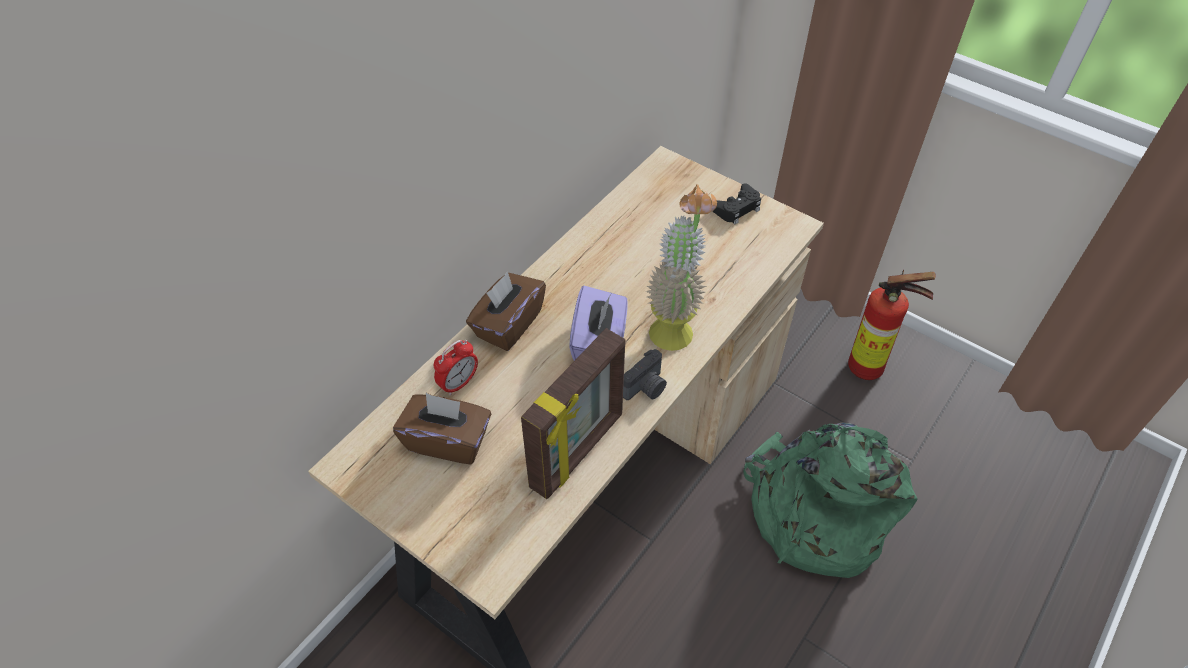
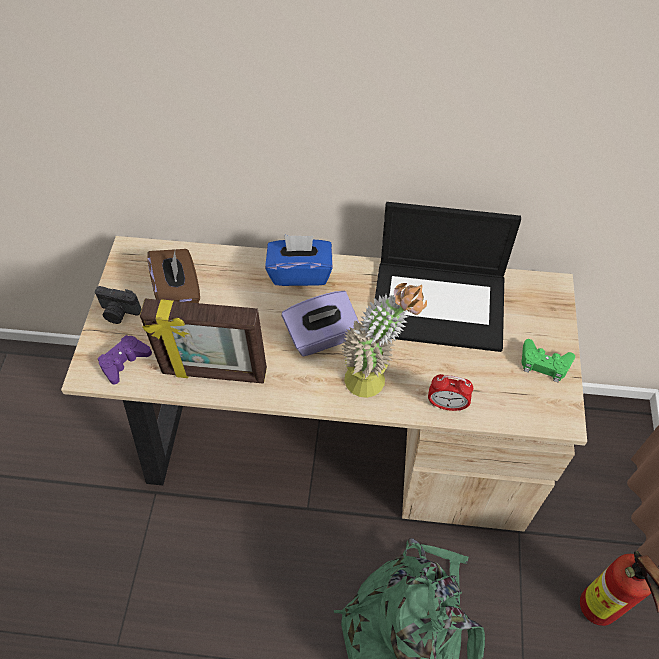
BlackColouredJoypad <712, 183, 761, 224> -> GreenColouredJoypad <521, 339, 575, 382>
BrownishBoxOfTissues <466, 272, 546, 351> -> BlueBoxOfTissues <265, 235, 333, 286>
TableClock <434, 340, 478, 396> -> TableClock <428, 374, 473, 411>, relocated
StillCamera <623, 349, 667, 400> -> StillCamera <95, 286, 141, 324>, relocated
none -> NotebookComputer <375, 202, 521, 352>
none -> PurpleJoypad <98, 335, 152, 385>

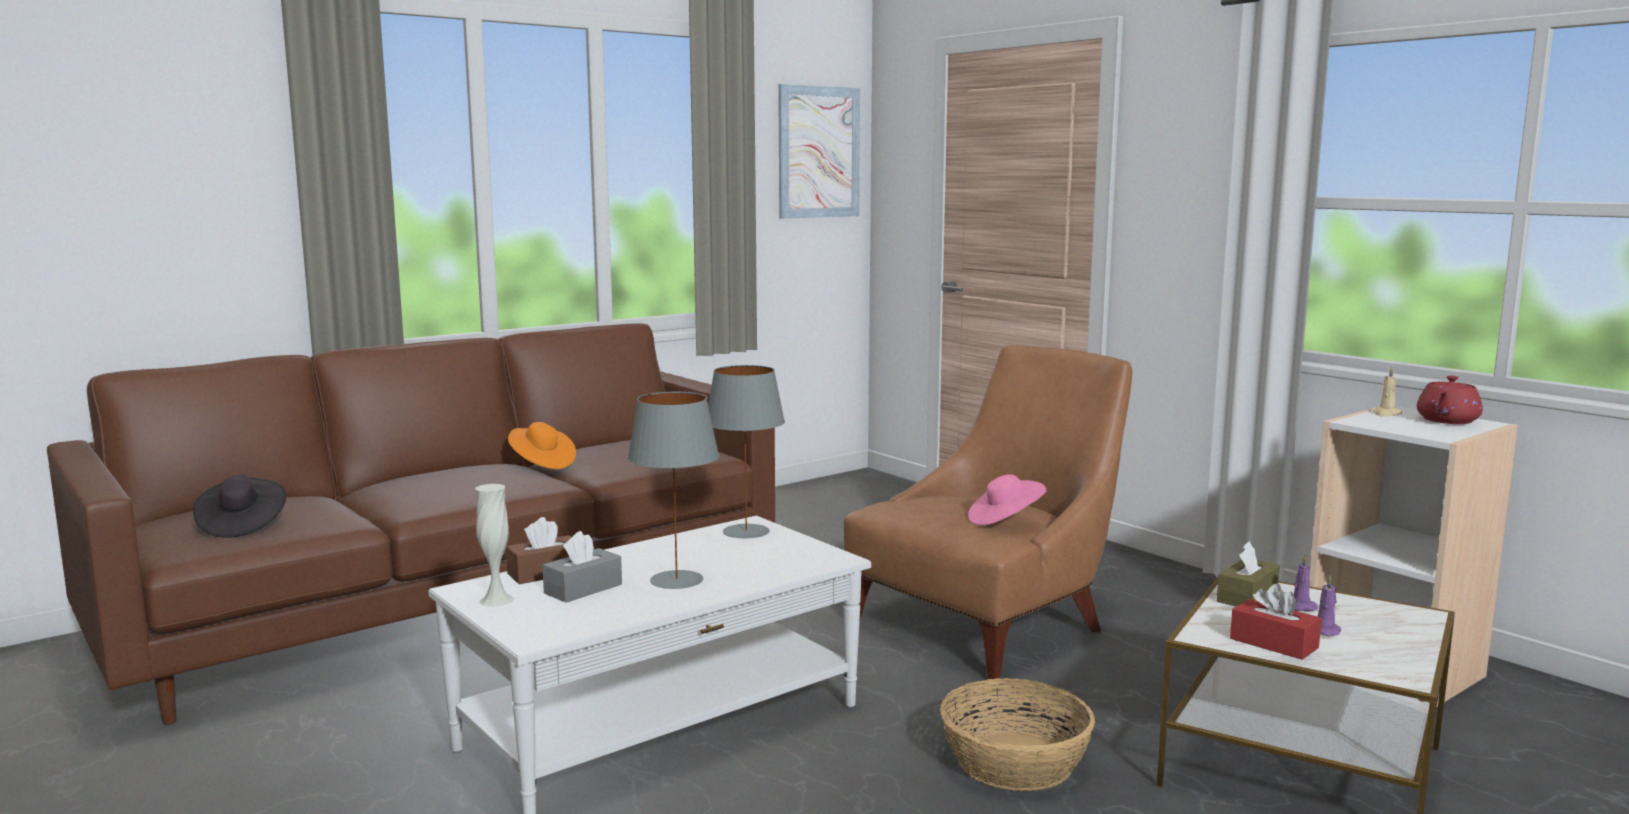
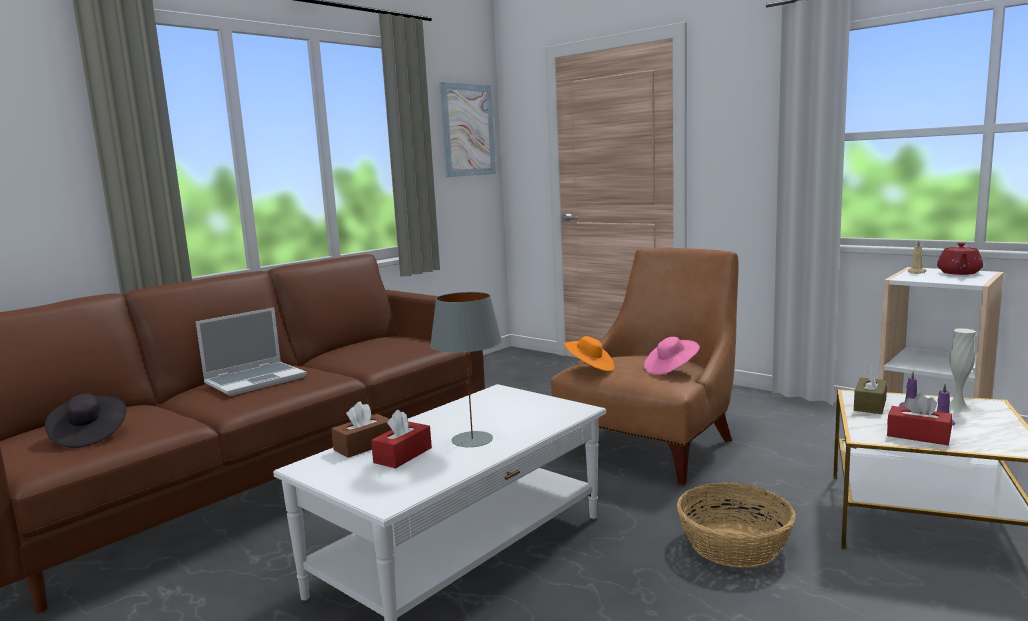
GrayTabletopLamp <708, 365, 785, 538> -> none
OrangeyClothingHat <508, 422, 576, 469> -> OrangeyClothingHat <564, 336, 614, 372>, relocated
WhiteDecorativeVase <475, 484, 514, 607> -> WhiteDecorativeVase <949, 328, 976, 412>, relocated
GrayBoxOfTissues <543, 531, 622, 603> -> RedColouredBoxOfTissues <371, 409, 432, 468>
none -> NotebookComputer <196, 308, 307, 396>

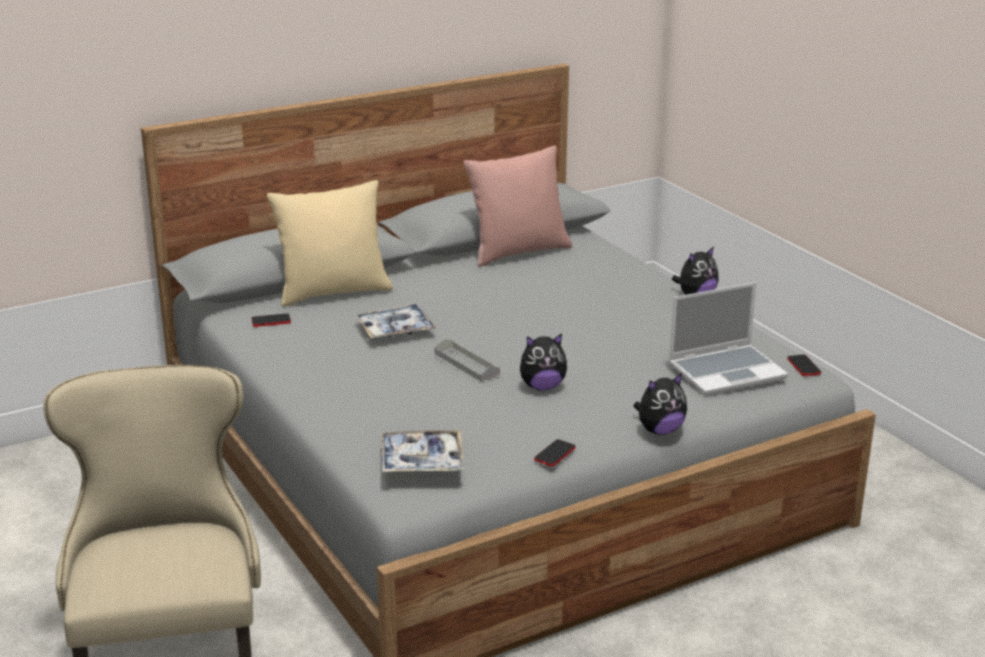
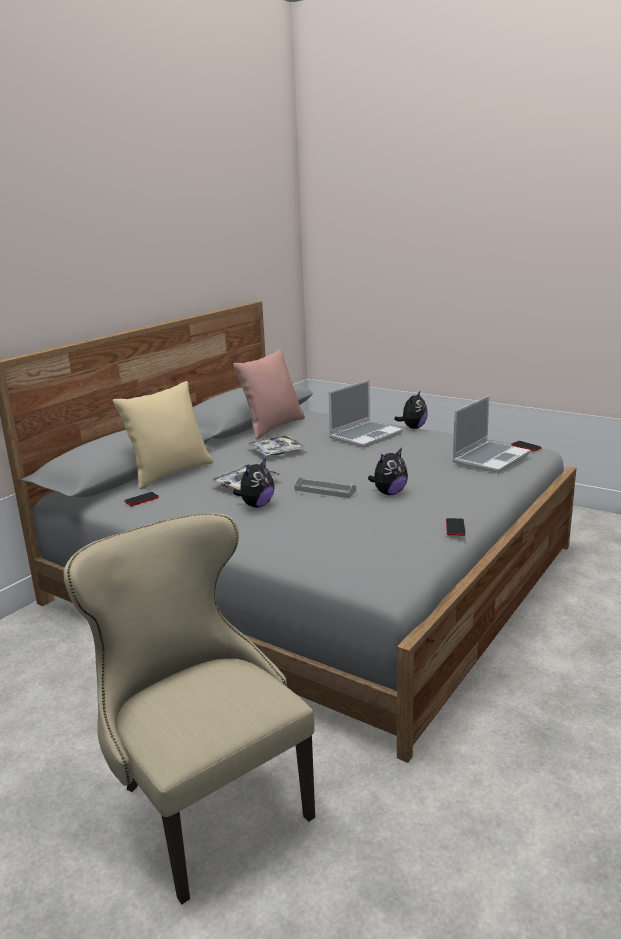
SoftToy <633, 373, 687, 435> -> SoftToy <233, 458, 275, 508>, relocated
Tray <381, 430, 464, 472> -> Tray <247, 435, 307, 456>, relocated
none -> NotebookComputer <328, 380, 403, 447>

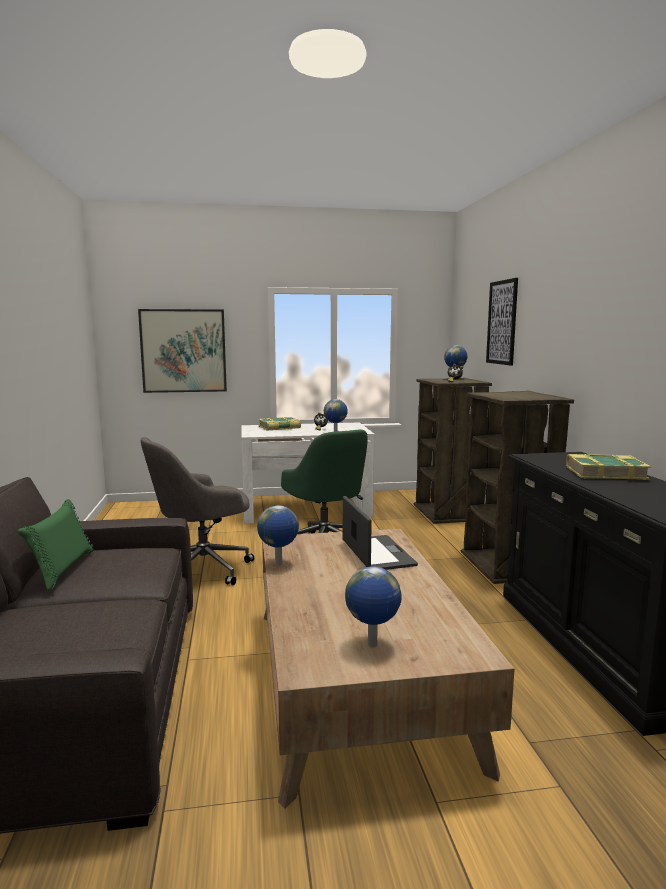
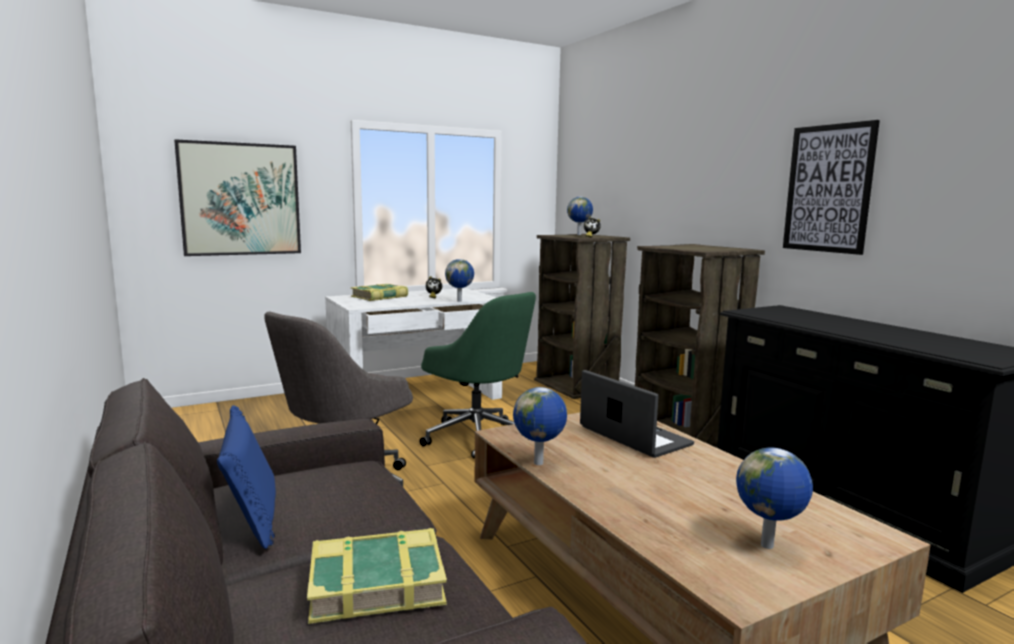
WallArt <486, 278, 518, 366> -> WallArt <783, 120, 880, 255>, relocated
Book <566, 454, 651, 480> -> Book <307, 528, 447, 624>, relocated
GreenColouredCushion <18, 499, 94, 591> -> BlueCushion <217, 405, 276, 549>

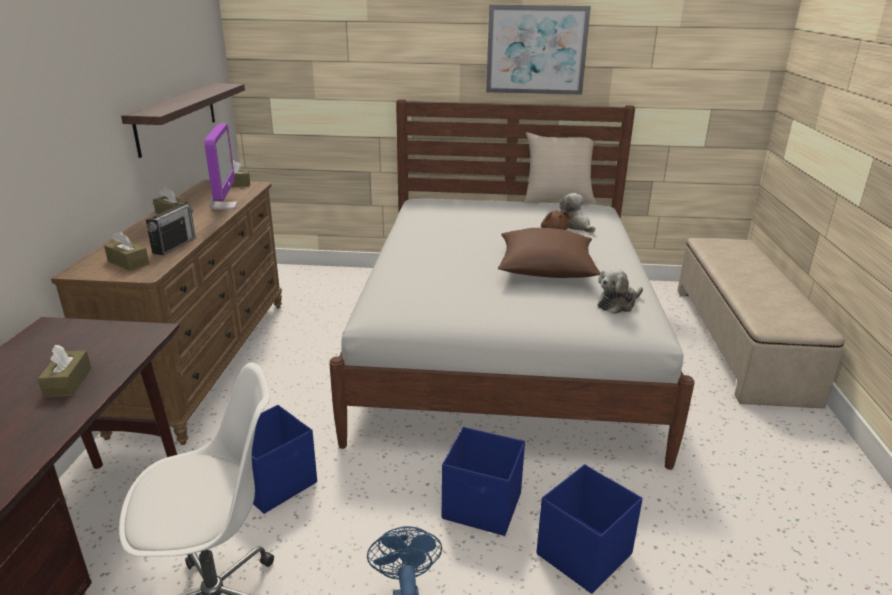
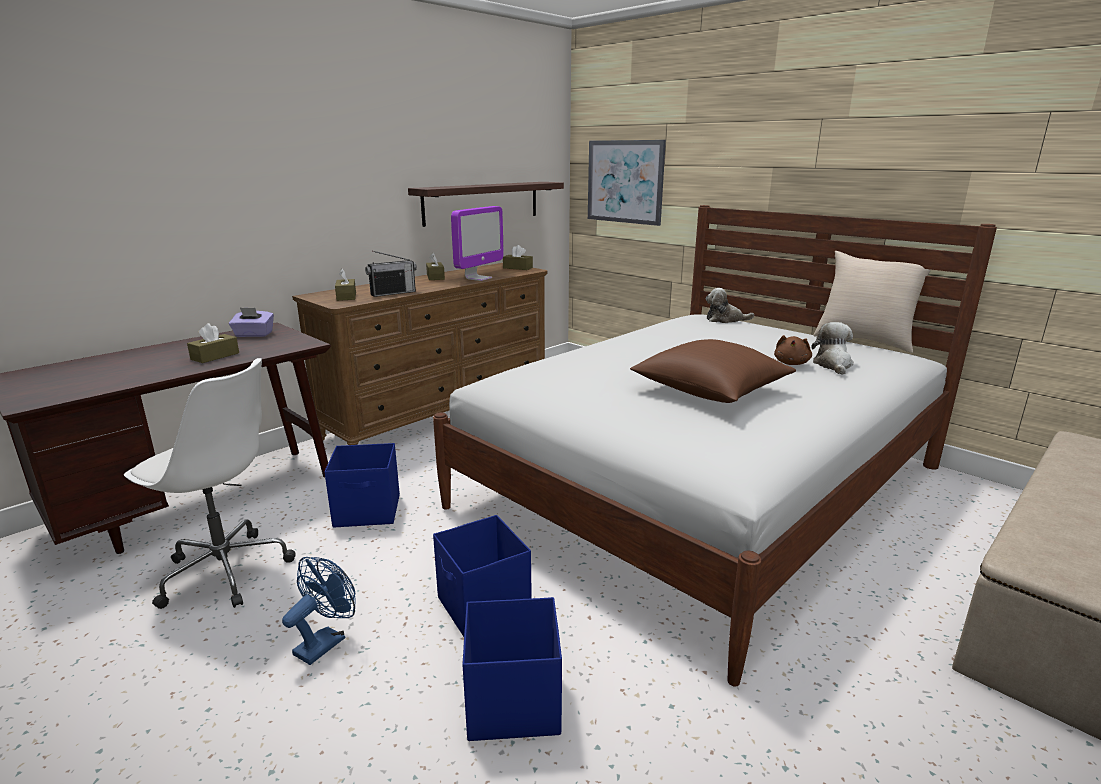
WallArt <486, 4, 591, 95> -> WallArt <588, 140, 666, 226>, relocated
SoftToy <597, 268, 643, 314> -> SoftToy <706, 288, 754, 323>, relocated
none -> PurpleBoxOfTissues <229, 307, 274, 337>

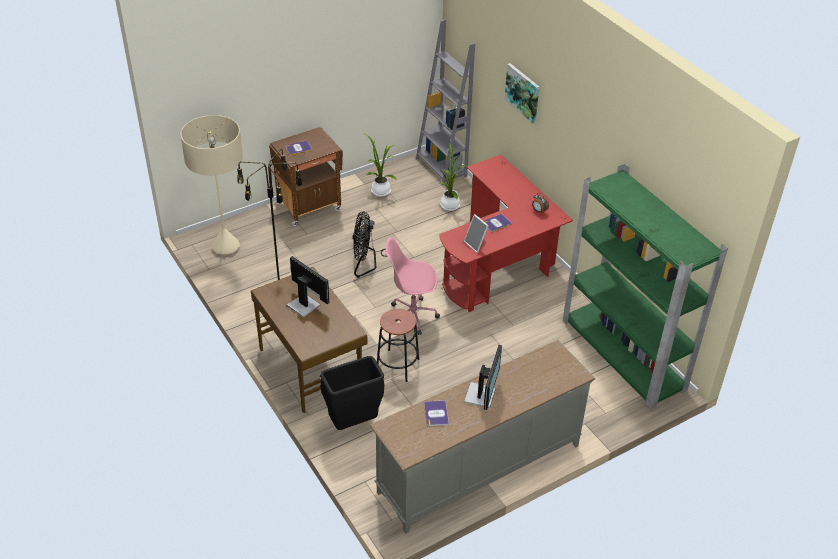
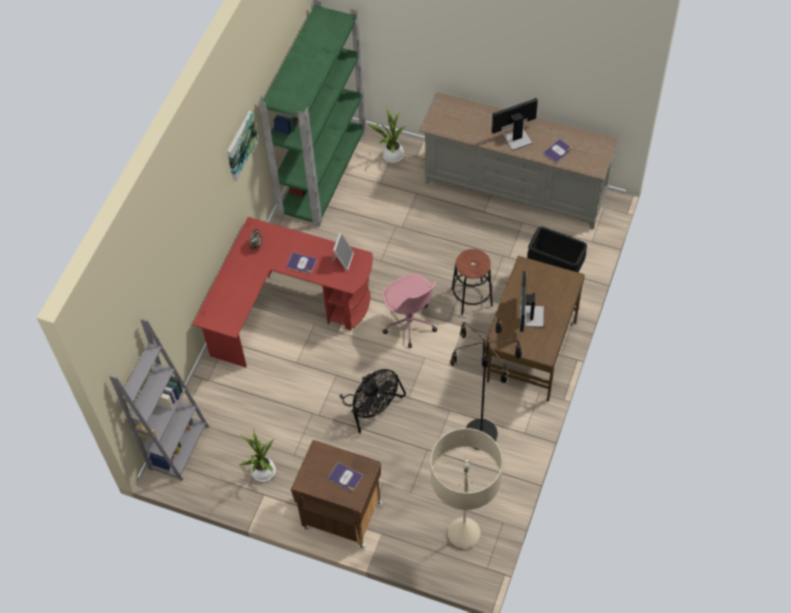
WallArt <504, 63, 539, 124> -> WallArt <227, 111, 258, 182>, relocated
PlantInAPot <440, 143, 466, 211> -> PlantInAPot <368, 107, 406, 163>, relocated

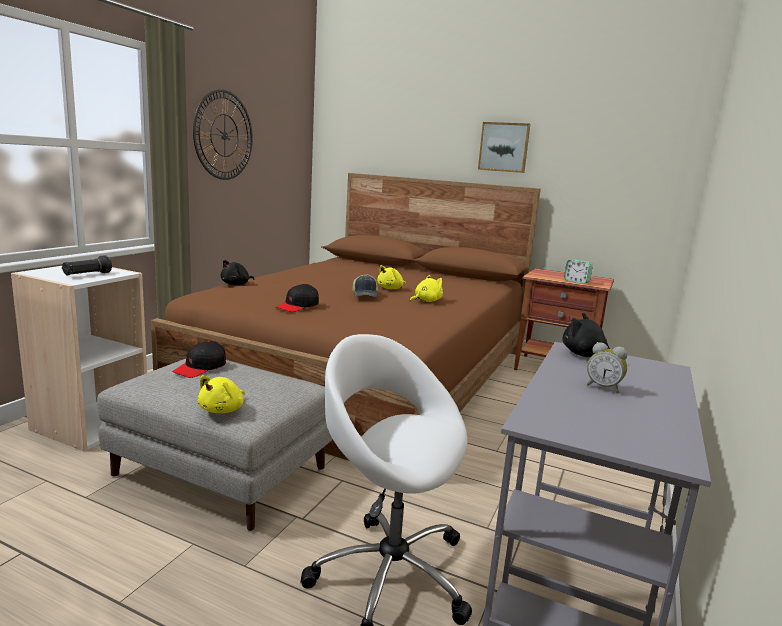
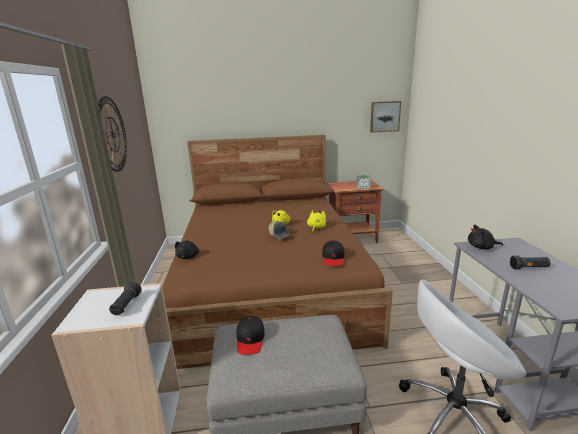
WallArt <478, 122, 531, 173> -> WallArt <370, 101, 401, 133>, relocated
BlackColouredPeakedCap <275, 284, 319, 312> -> BlackColouredPeakedCap <322, 240, 345, 265>, relocated
TableClock <587, 342, 627, 393> -> BlackColouredTorch <510, 255, 551, 269>
YellowishSoftToy <198, 375, 245, 413> -> none

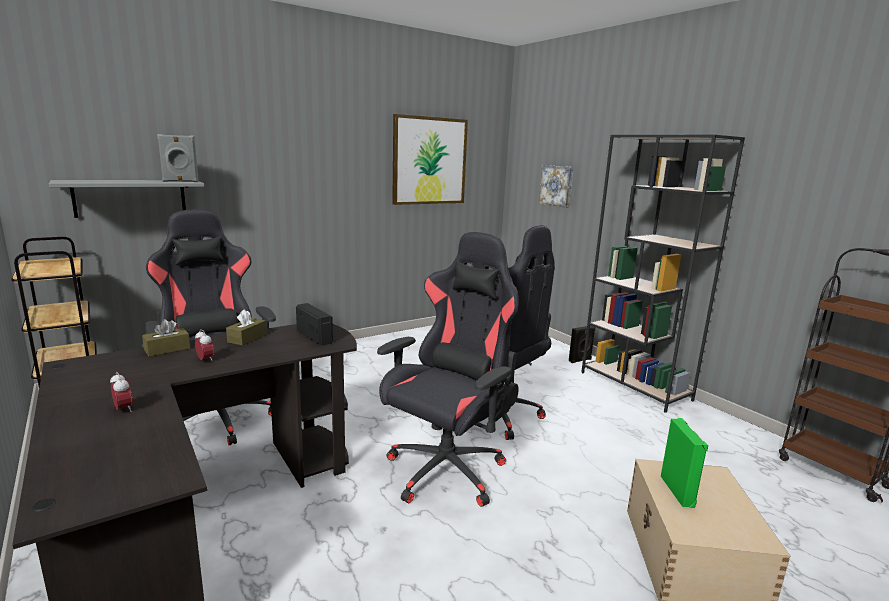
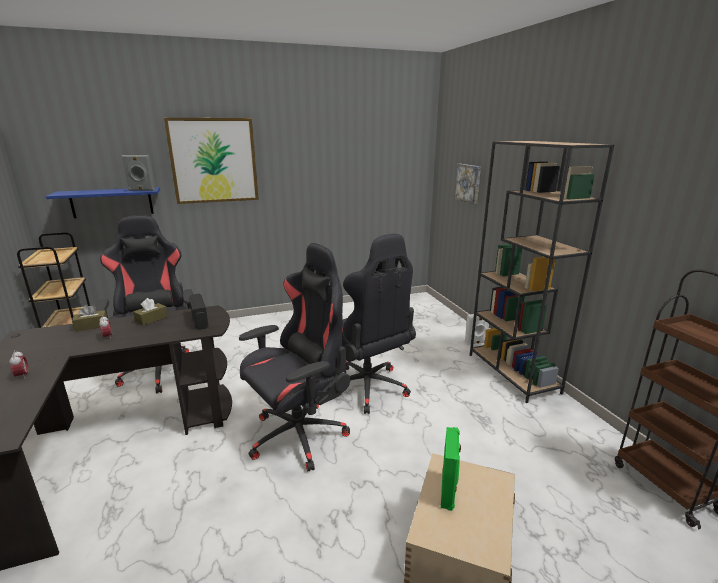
WallArt <392, 114, 468, 205> -> WallArt <164, 118, 259, 204>, relocated
GrayBracketShelf <49, 180, 204, 218> -> BlueBracketShelf <46, 187, 160, 218>
BlackColouredSpeaker <569, 326, 596, 363> -> WhiteSpeaker <465, 314, 489, 345>

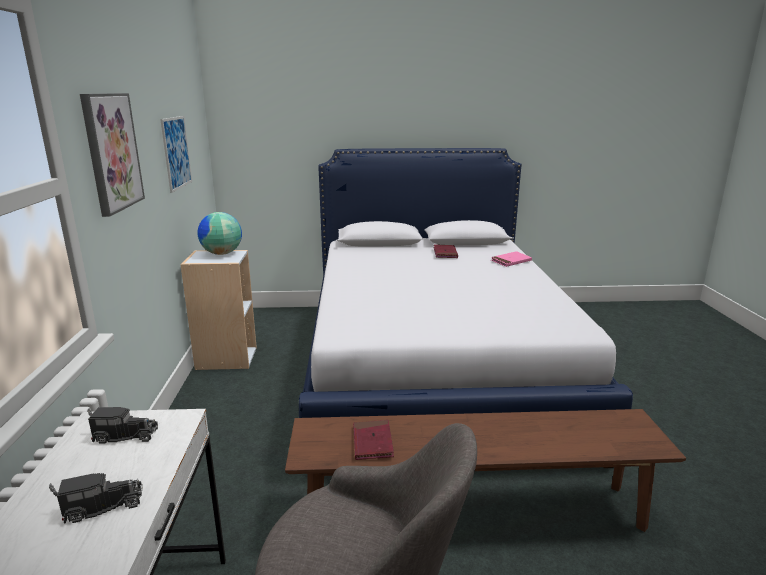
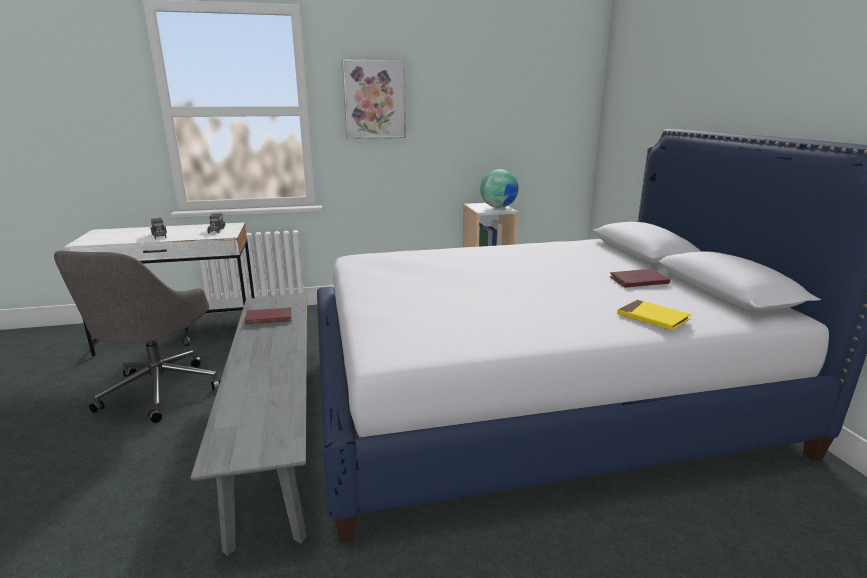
WallArt <160, 116, 192, 193> -> none
PinkishBook <491, 251, 532, 267> -> YellowishBook <617, 300, 691, 330>
BrownishBench <285, 409, 686, 532> -> GrayBench <191, 294, 308, 556>

